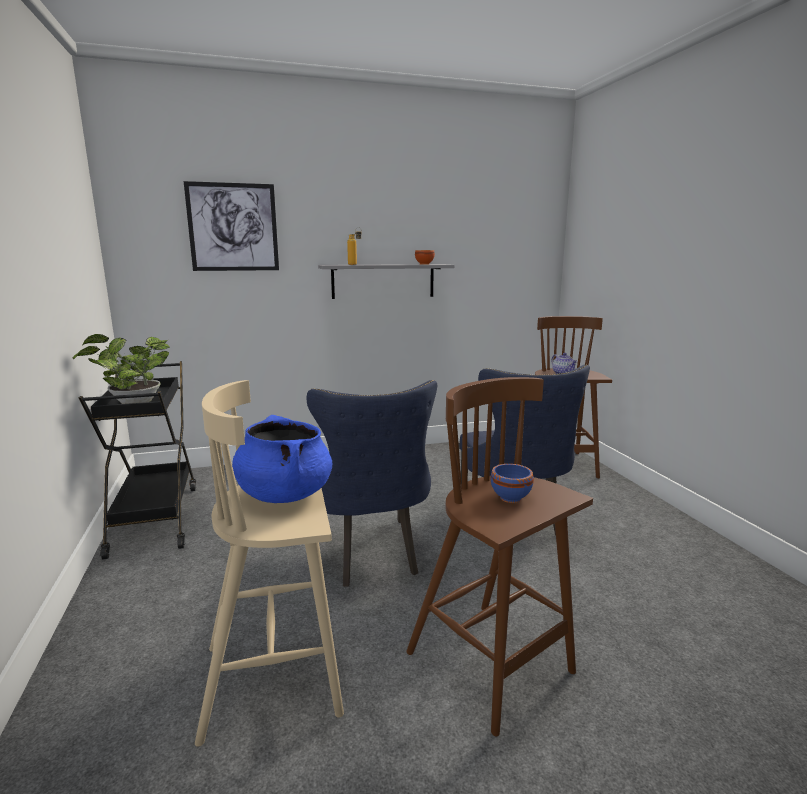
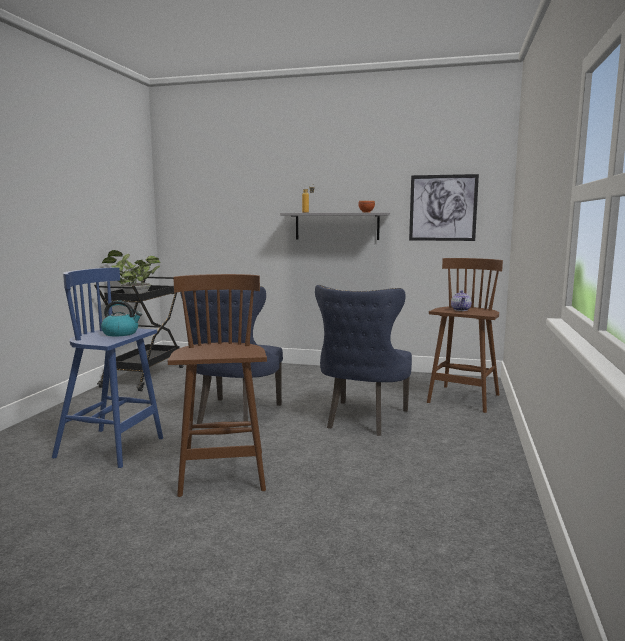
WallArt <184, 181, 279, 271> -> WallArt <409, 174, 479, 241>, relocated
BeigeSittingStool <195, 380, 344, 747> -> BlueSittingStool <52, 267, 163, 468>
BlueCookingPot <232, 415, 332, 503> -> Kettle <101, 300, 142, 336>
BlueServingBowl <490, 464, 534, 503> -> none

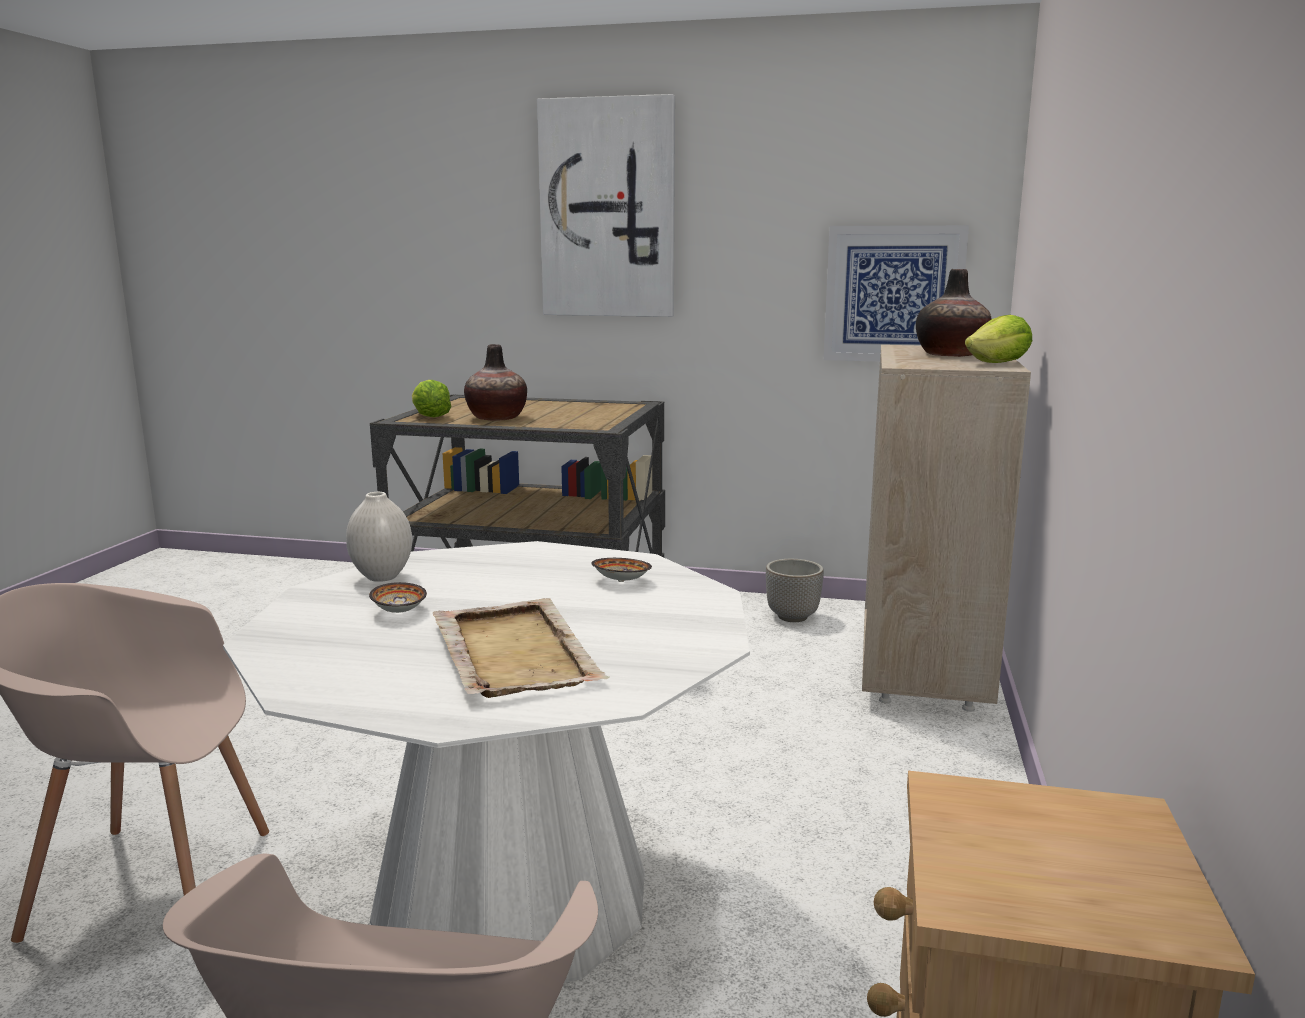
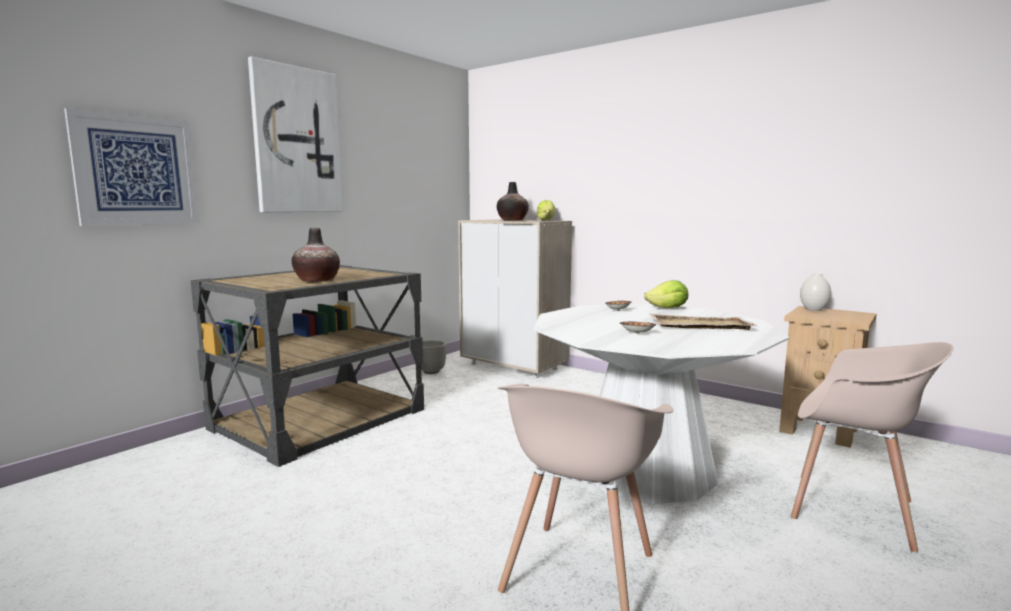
WallArt <823, 225, 969, 361> -> WallArt <64, 108, 199, 226>, relocated
LettuceHead <412, 380, 451, 418> -> LettuceHead <644, 280, 688, 308>, relocated
WhiteDecorativeVase <346, 492, 412, 582> -> WhiteDecorativeVase <800, 273, 831, 311>, relocated

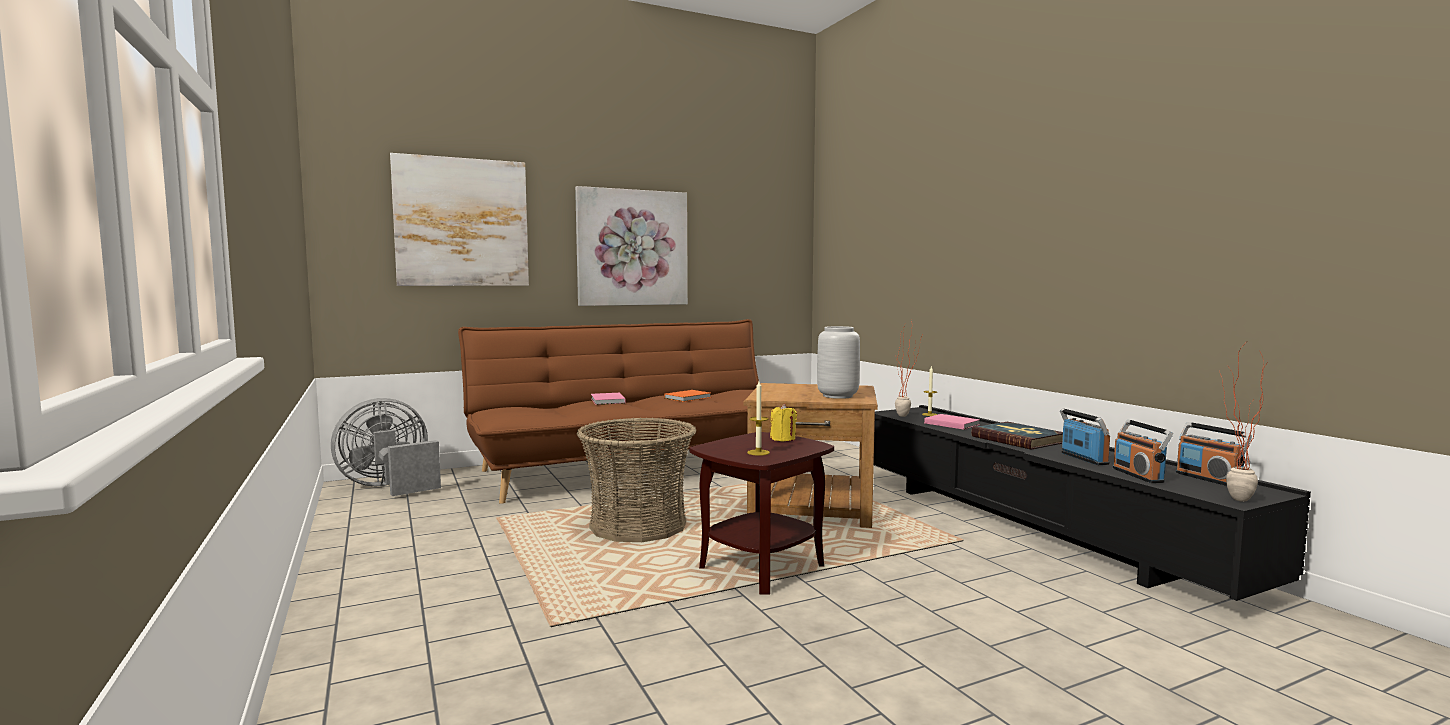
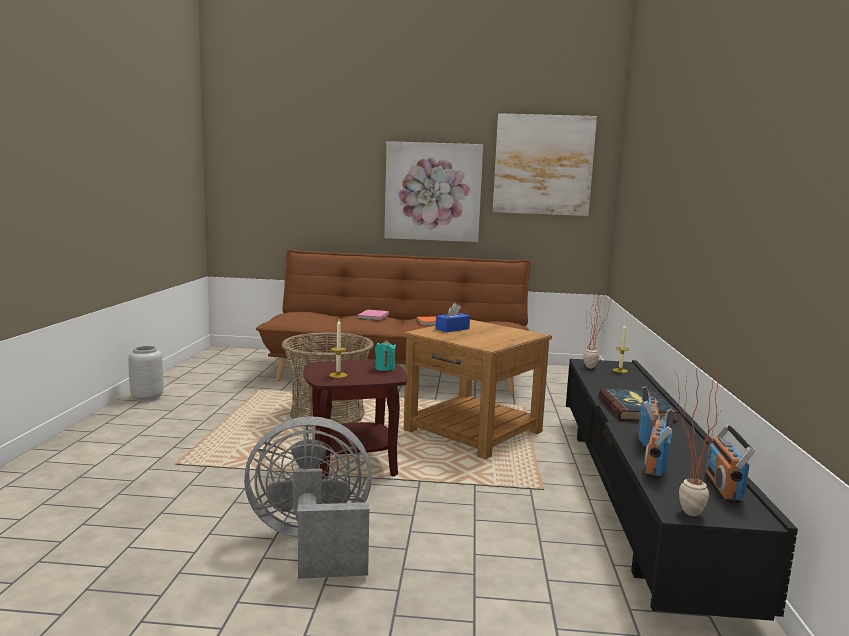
WallArt <390, 153, 529, 286> -> WallArt <493, 113, 597, 216>, relocated
GrayDecorativeVase <817, 326, 860, 399> -> GrayDecorativeVase <128, 346, 164, 402>, relocated
GrayCoolingFan <331, 398, 441, 496> -> GrayCoolingFan <244, 416, 372, 579>, relocated
YellowishWaxCandle <770, 404, 797, 441> -> BlueGreenWaxCandle <375, 340, 396, 371>
PinkishBook <924, 414, 980, 430> -> none
none -> BlueBoxOfTissues <435, 303, 470, 332>

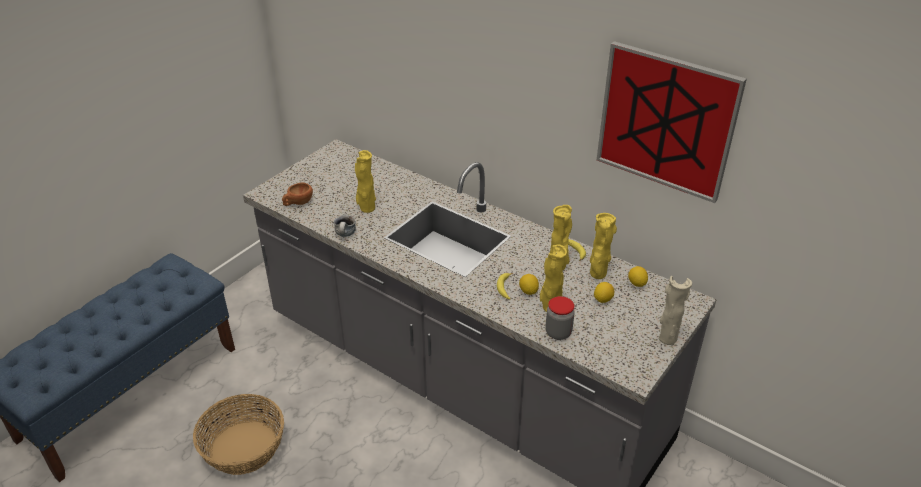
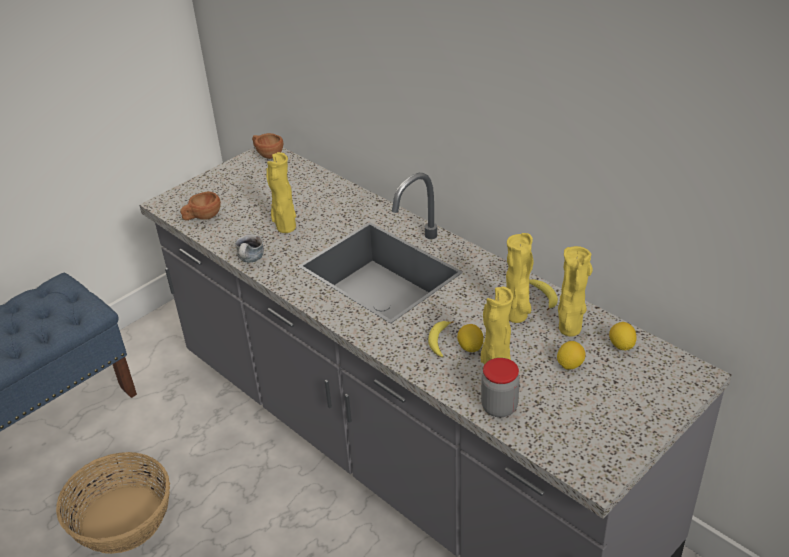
WallArt <597, 41, 747, 203> -> none
BeigeDecorativeVase <659, 276, 692, 345> -> none
none -> BrownishSmallCup <252, 133, 283, 159>

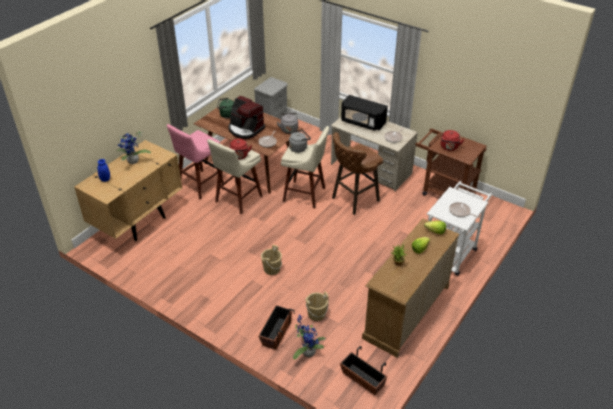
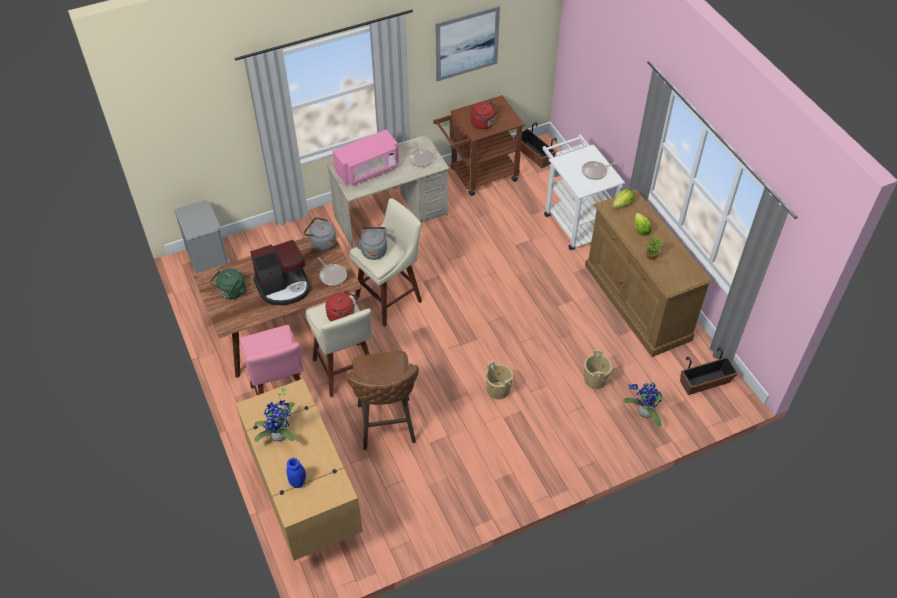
BlackColouredKitchenMicrowave <341, 95, 388, 131> -> PinkishKitchenMicrowave <332, 130, 399, 186>
BrownishSittingStool <332, 132, 383, 215> -> BrownishSittingStool <346, 351, 419, 450>, relocated
PlantPot <258, 305, 294, 350> -> PlantPot <514, 123, 557, 168>, relocated
none -> WallArt <435, 6, 500, 81>

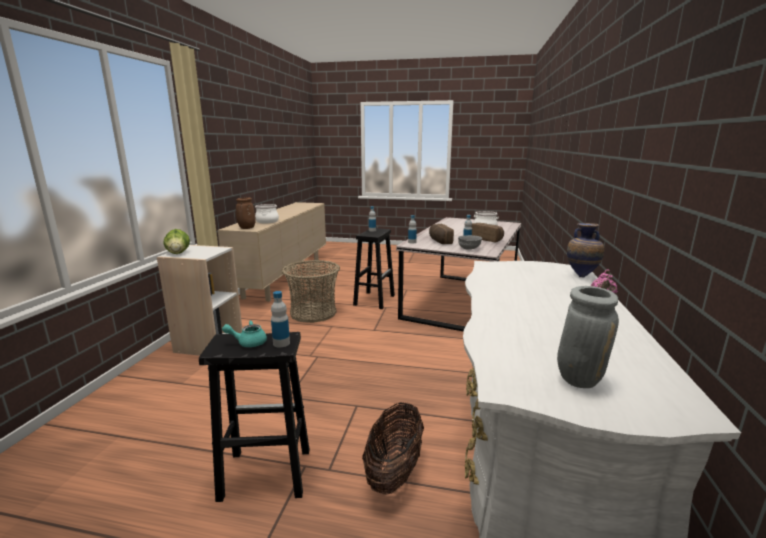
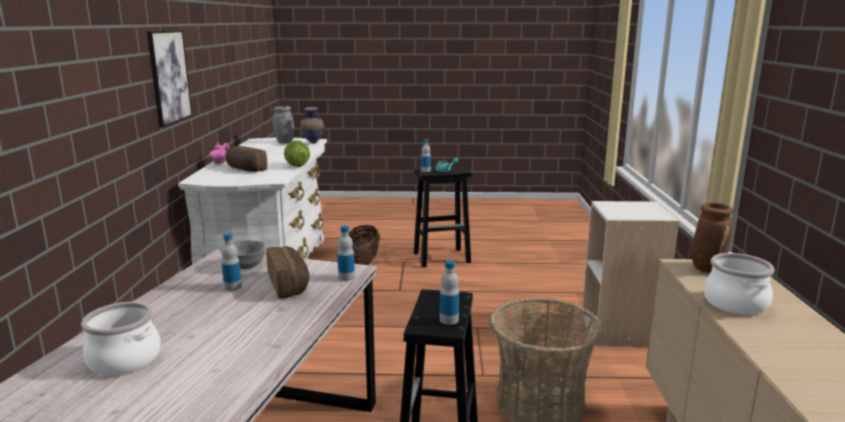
Bread <472, 223, 504, 242> -> Bread <225, 146, 267, 172>, relocated
DecorativeVase <567, 223, 604, 277> -> DecorativeVase <300, 107, 324, 144>, relocated
LettuceHead <163, 229, 190, 254> -> LettuceHead <284, 140, 310, 167>, relocated
none -> WallArt <147, 30, 192, 127>

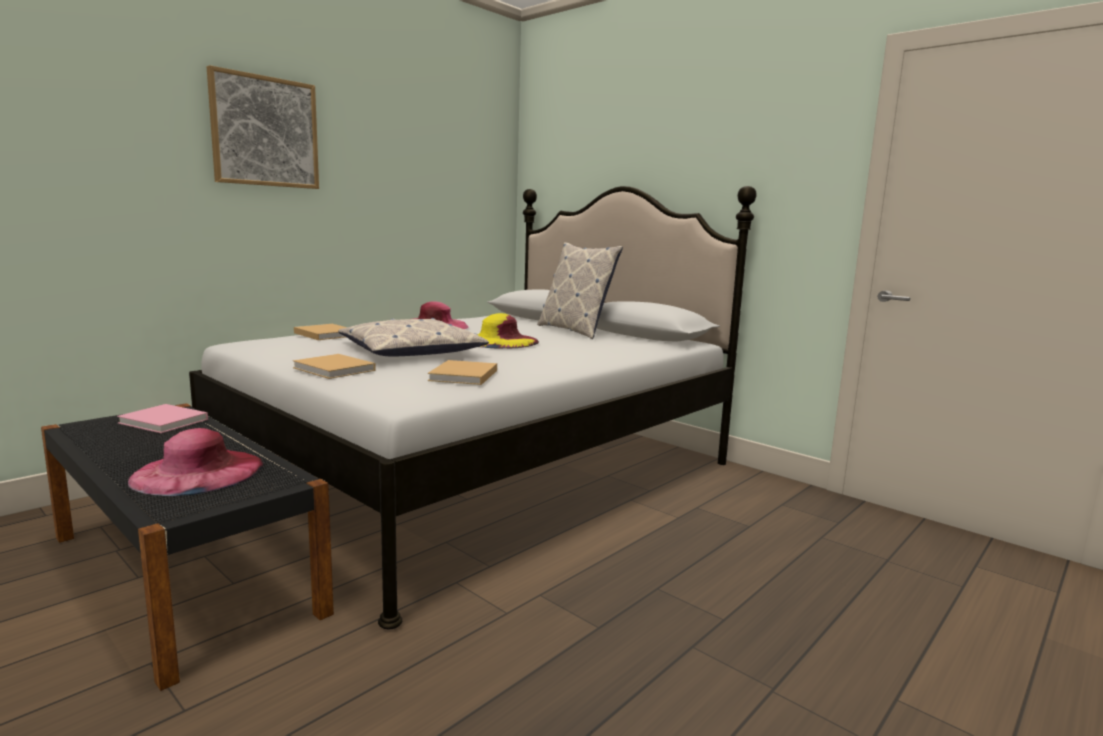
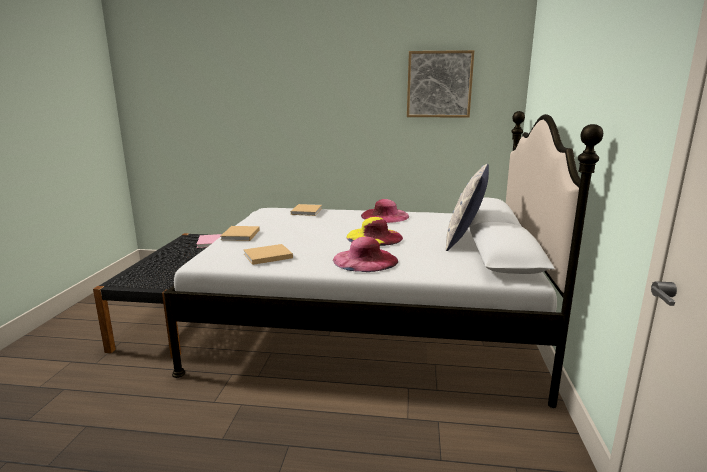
WallArt <207, 65, 319, 189> -> WallArt <407, 50, 474, 118>, relocated
Cushion <338, 318, 489, 356> -> none
PinkishClothingHat <128, 428, 264, 496> -> PinkishClothingHat <333, 237, 398, 272>, relocated

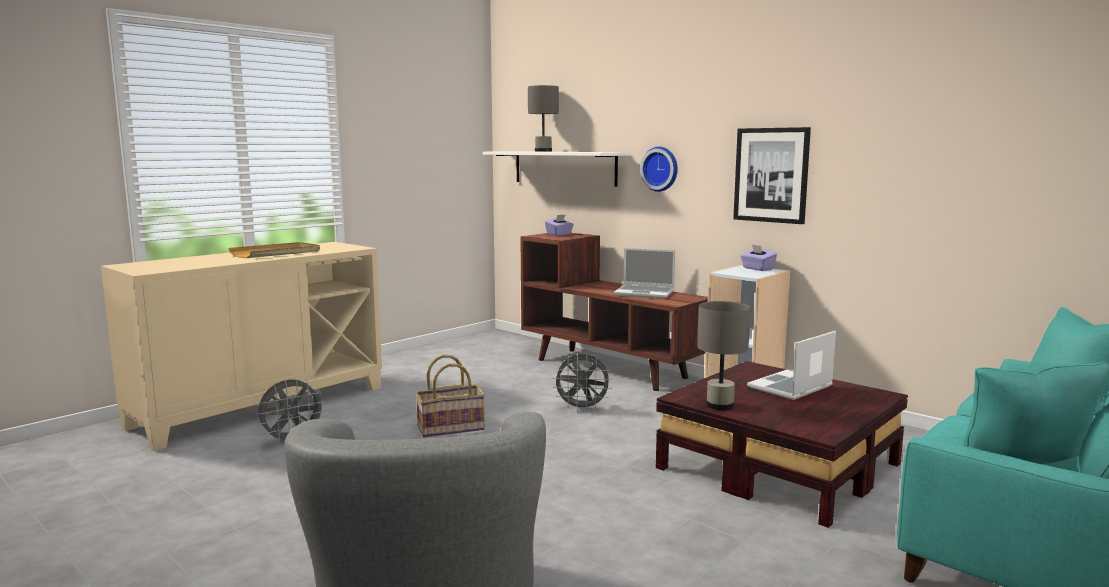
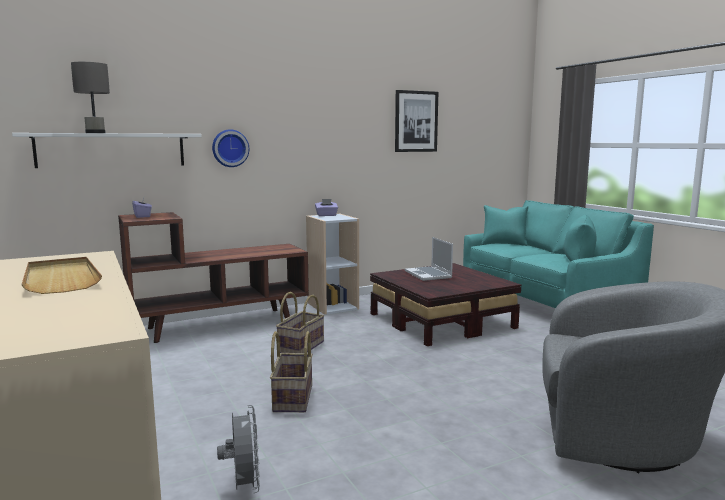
WallArt <733, 127, 811, 224> -> WallArt <395, 90, 438, 152>, relocated
NotebookComputer <614, 248, 675, 299> -> none
GrayTabletopLamp <697, 301, 750, 410> -> none
GrayCoolingFan <552, 354, 612, 411> -> HouseholdBasket <276, 292, 324, 353>

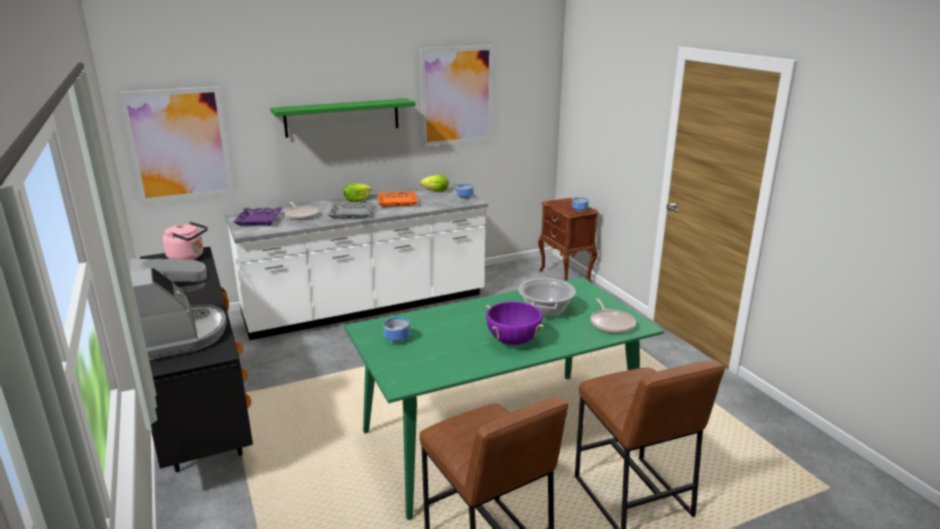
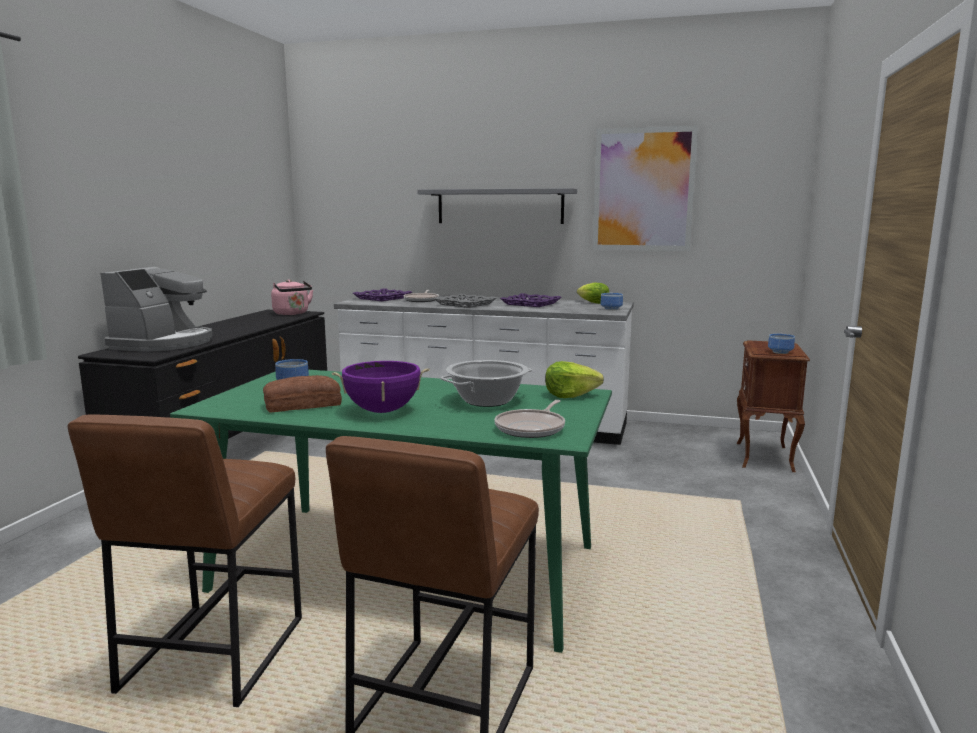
WallArt <119, 87, 234, 204> -> none
GreenColouredBracketShelf <271, 98, 416, 138> -> GrayBracketShelf <418, 188, 577, 224>
LettuceHead <344, 183, 372, 202> -> LettuceHead <545, 361, 604, 398>, relocated
OrangeyTray <378, 191, 418, 207> -> PurpleTray <500, 293, 561, 307>
none -> Bread <263, 375, 342, 412>

